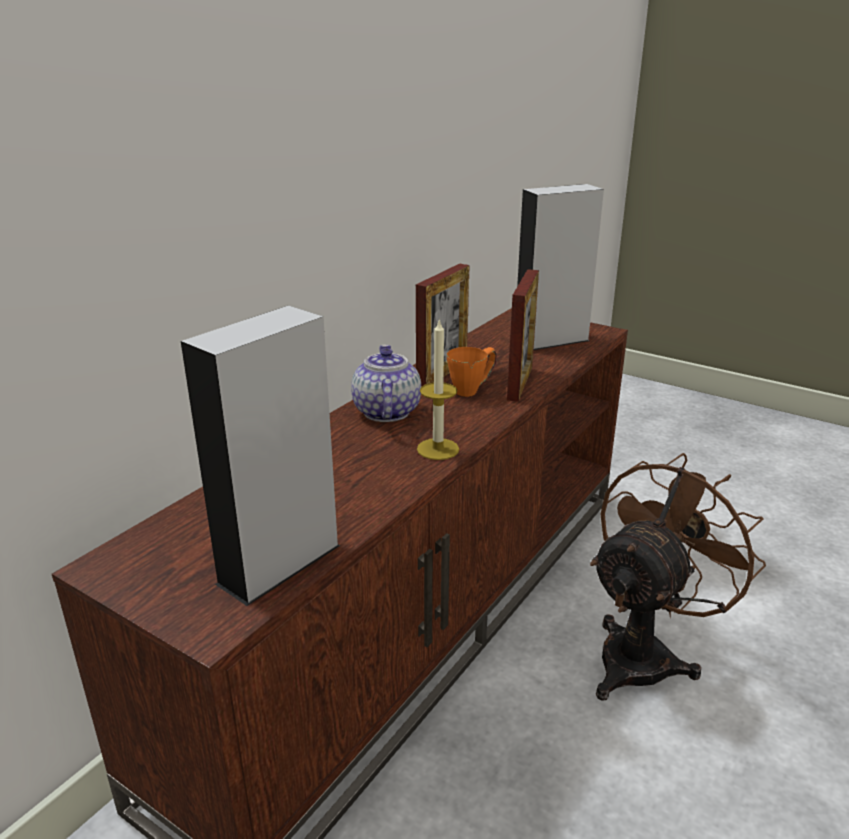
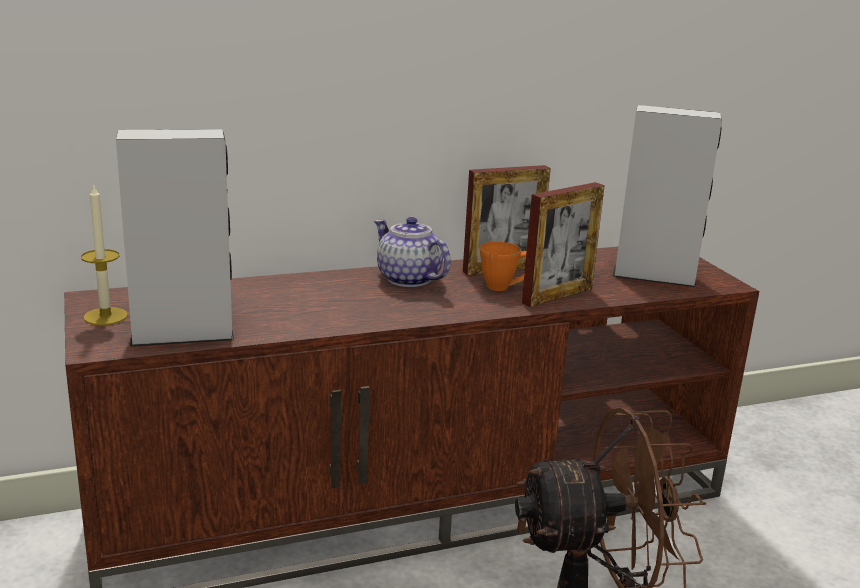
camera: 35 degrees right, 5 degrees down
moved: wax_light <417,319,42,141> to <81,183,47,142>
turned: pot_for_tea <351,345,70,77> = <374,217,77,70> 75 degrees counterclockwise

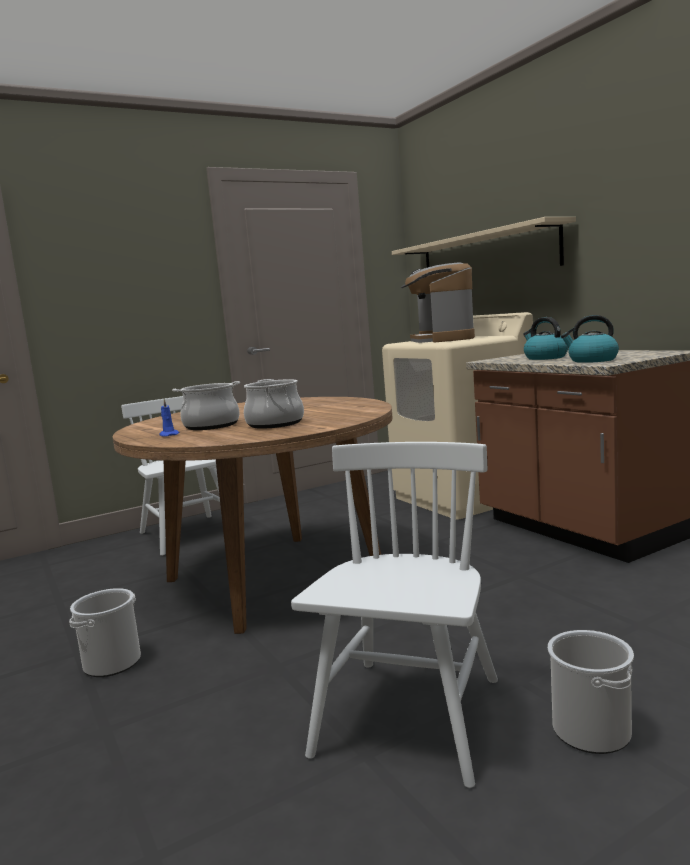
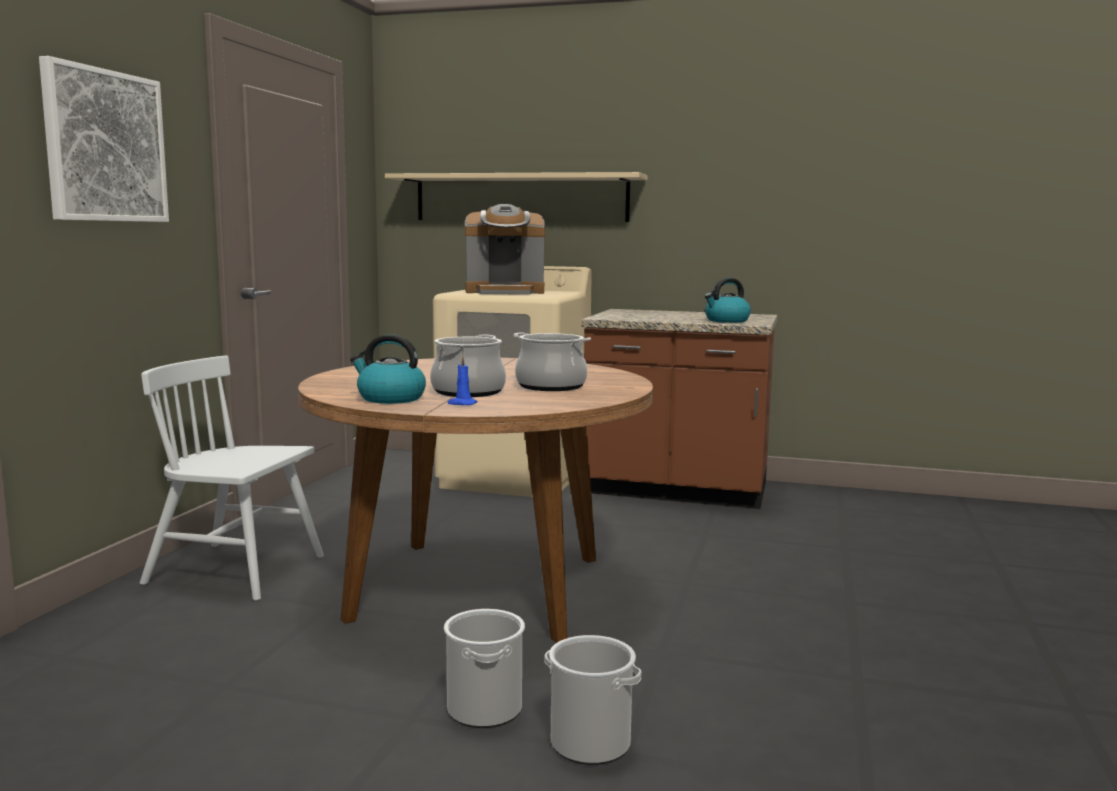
camera: 45 degrees left, 0 degrees up
removed: white-coloured_upright_chair <291,442,207,346>
added: wall_picture <39,56,130,166>
moved: water_kettle <523,317,45,43> to <350,334,76,70>; pail <548,630,86,124> to <545,635,96,130>
turned: coffee_machine <401,262,74,81> = <465,204,80,90> 45 degrees counterclockwise

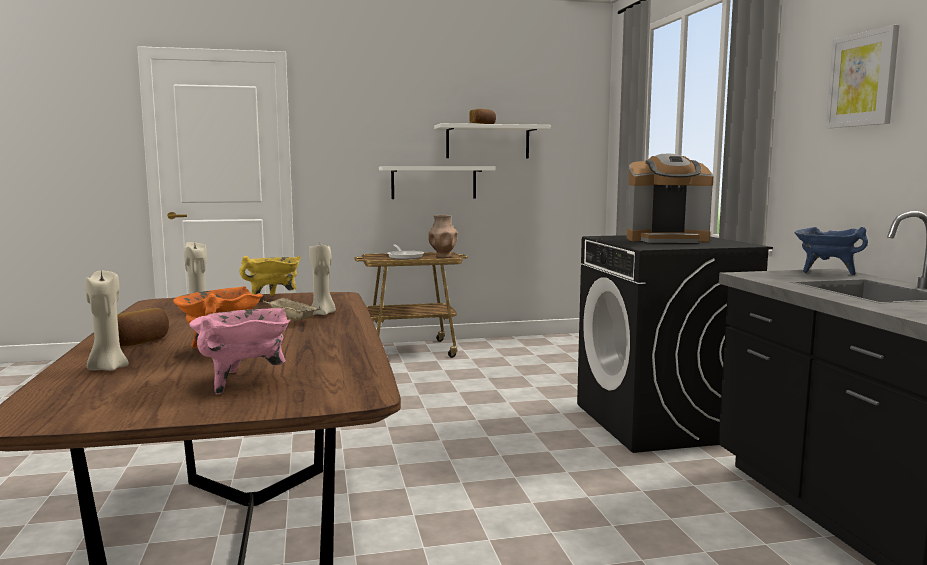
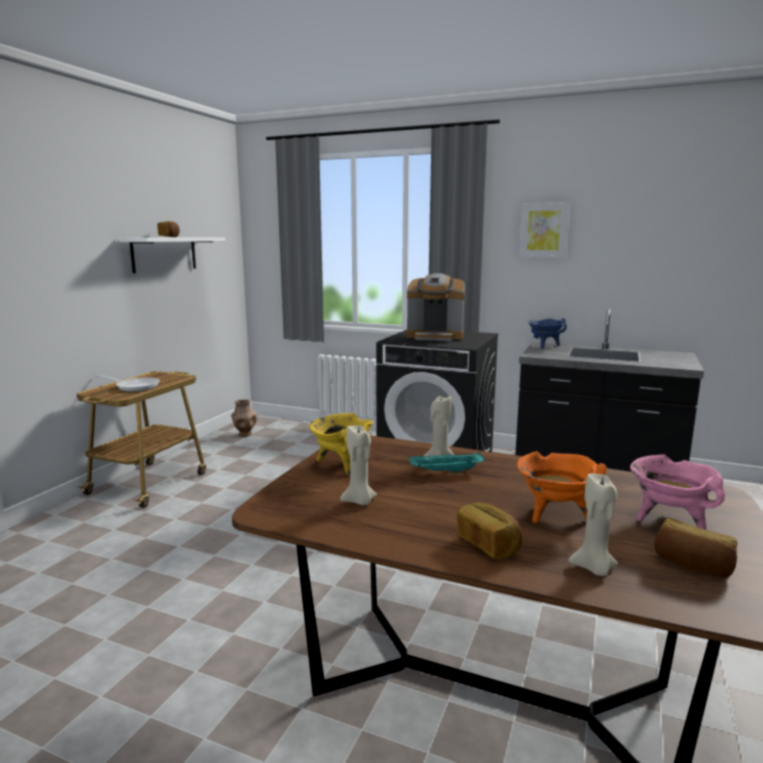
camera: 55 degrees left, 5 degrees up
removed: white-coloured_wall_shelf <379,166,117,33>
added: baked_bread <654,518,83,60>
moved: brownish_decorative_vase <428,215,30,43> to <231,400,26,37>
recoloured: beige_tray <263,297,58,24> to turquoise-coloured_tray <408,452,77,22>
turned: coffee_machine <627,154,87,89> = <407,273,58,68> 60 degrees clockwise

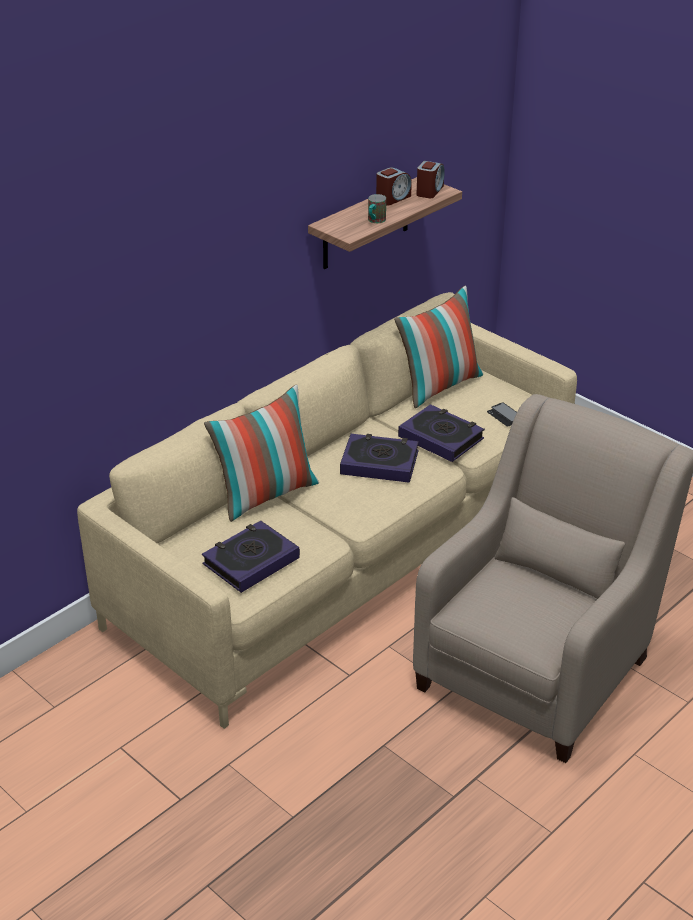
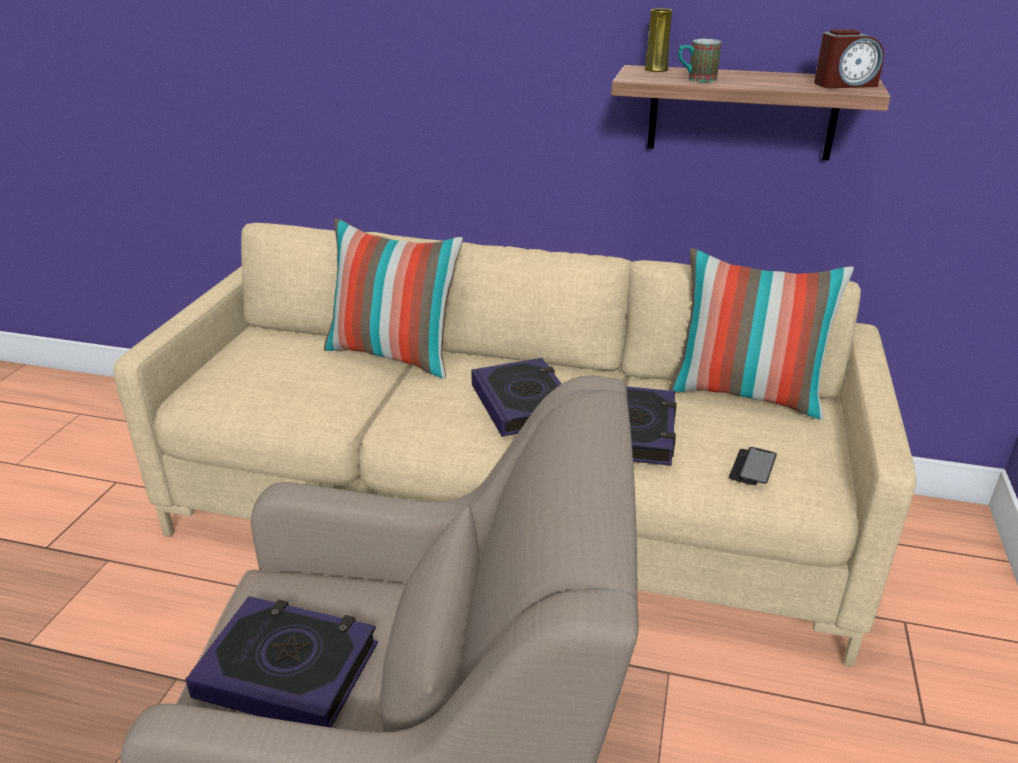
camera: 60 degrees right, 5 degrees down
removed: table_clock <376,167,36,39>
added: yellow-coloured_decorative_vase <644,8,28,64>
moved: bound_book <202,521,98,72> to <185,596,193,132>

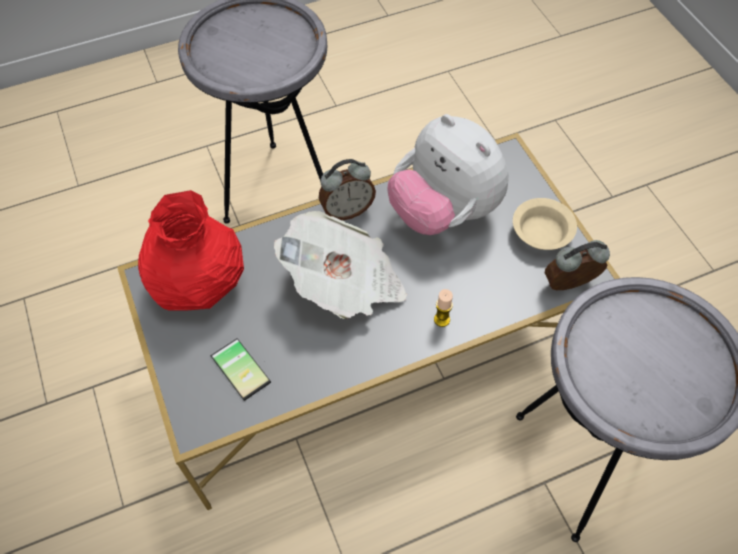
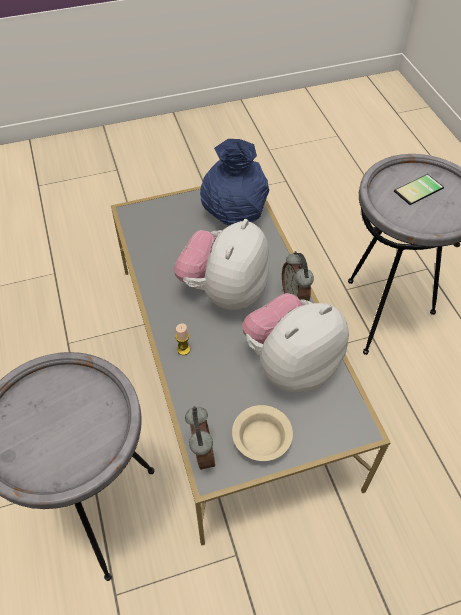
camera: 95 degrees right, 5 degrees down
moved: handset <210,338,61,63> to <394,174,50,31>
replaced: printed_paper <274,211,133,108> to plush_toy <174,219,95,91>
recoloured: red-coloured_decorative_vase <138,190,106,121> to blue-coloured_decorative_vase <200,139,69,87>

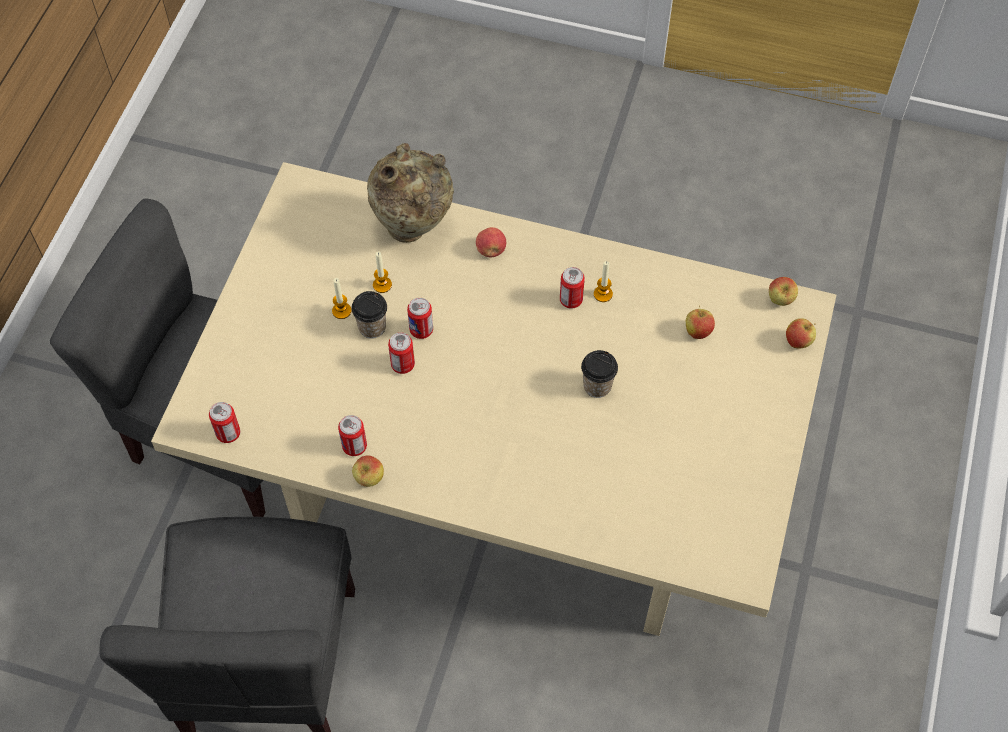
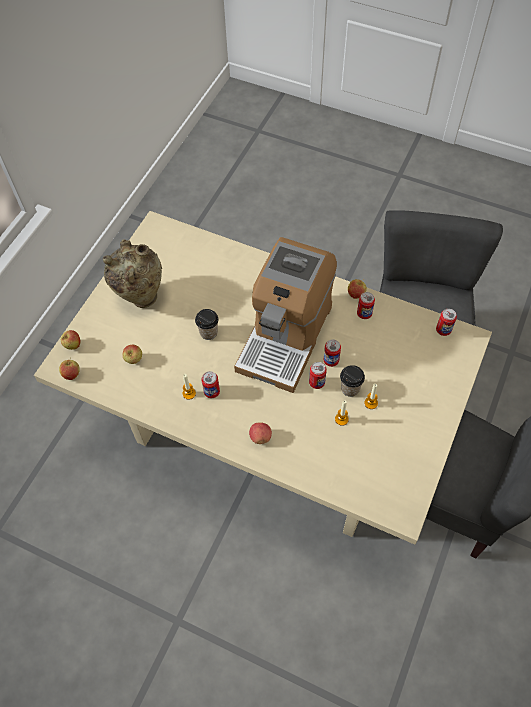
camera: 170 degrees left, 0 degrees up
added: coffee_machine <234,237,103,156>
moved: beige_decorative_vase <367,143,87,100> to <103,239,59,69>

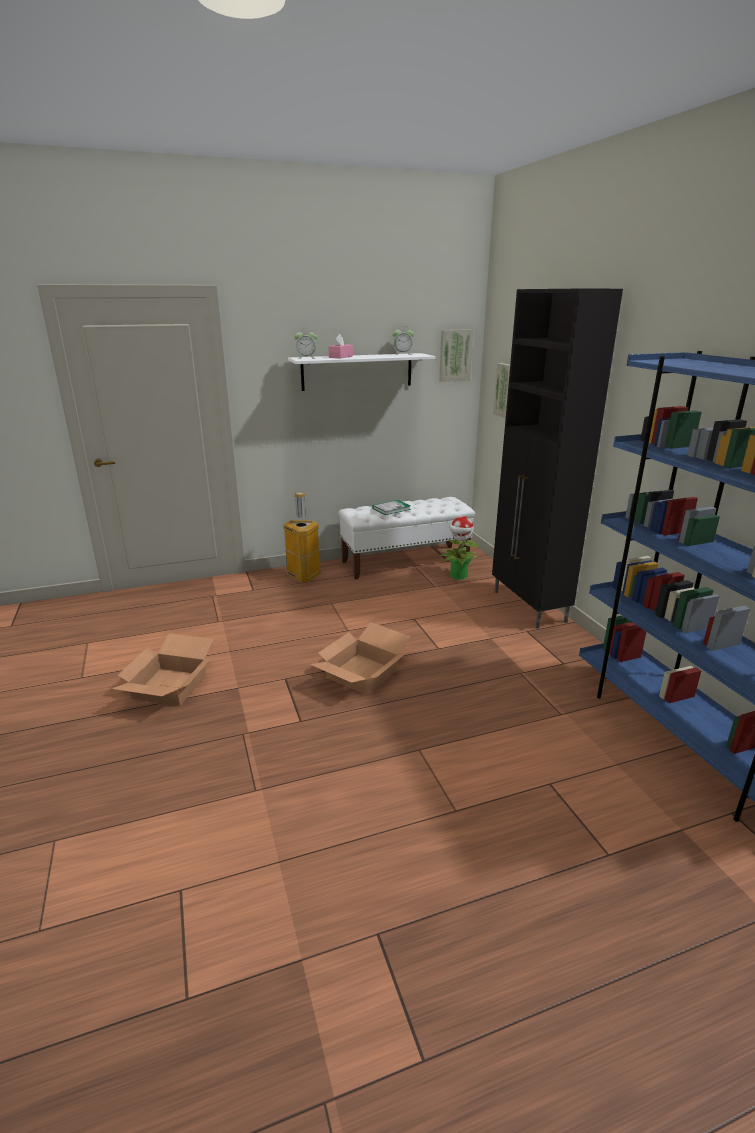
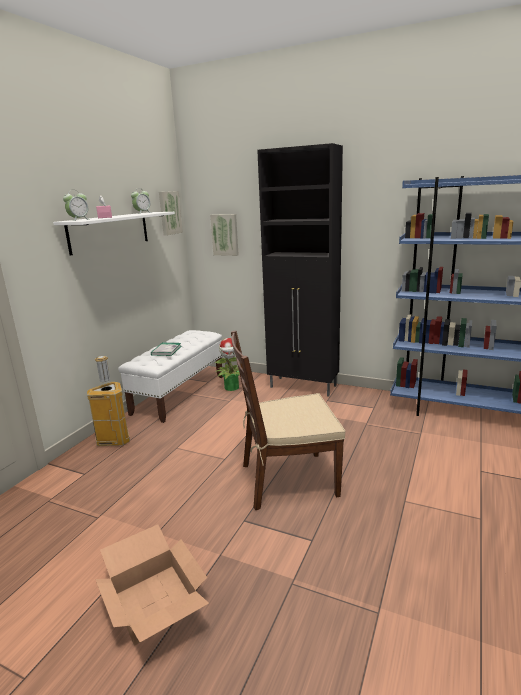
camera: 45 degrees left, 5 degrees down
replaced: packing_box <310,622,101,73> to brownish_upright_chair <231,331,114,179>

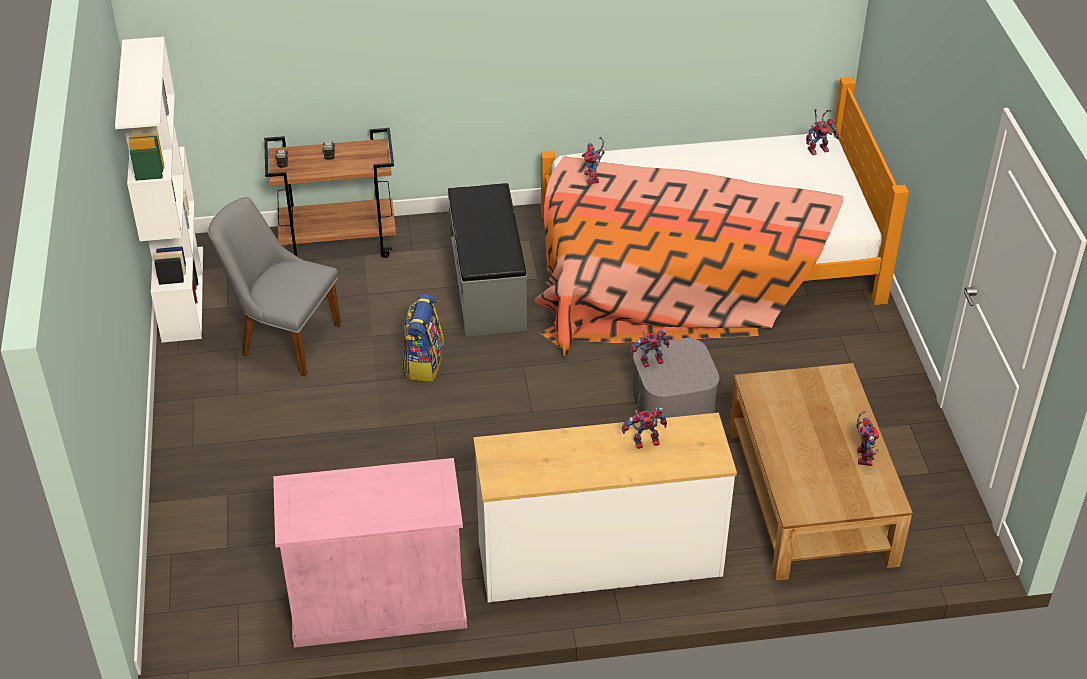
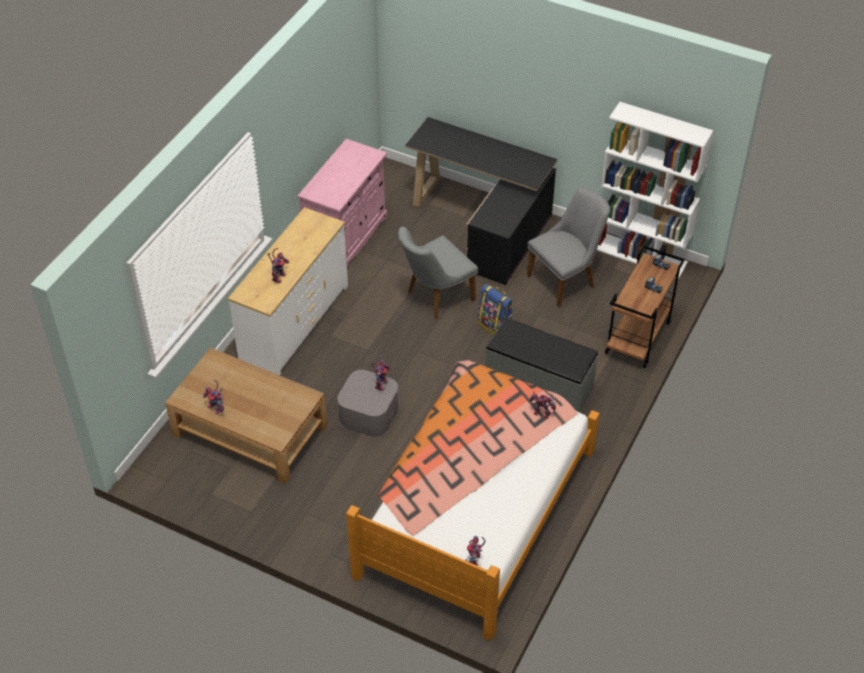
camera: 125 degrees right, 5 degrees up
added: grey_upright_chair <398,227,80,92>; blackish_desk_unit <405,117,152,168>

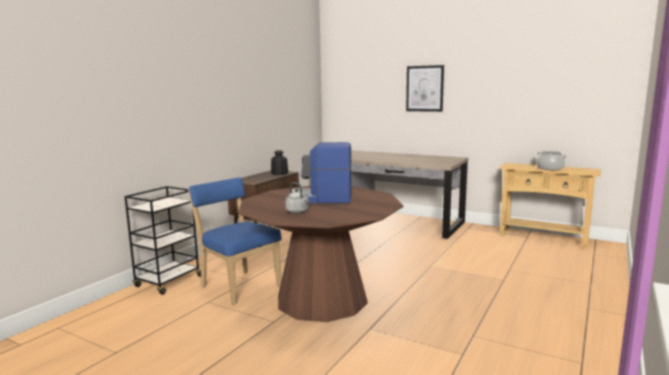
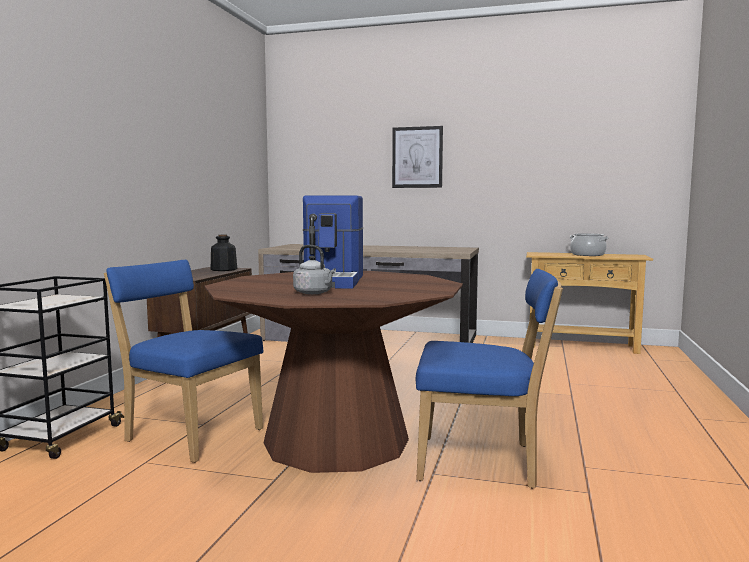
camera: 15 degrees left, 5 degrees down
added: blue-coloured_upright_chair <416,269,147,219>
turned: coffee_machine <287,142,65,61> = <303,195,60,94> 75 degrees counterclockwise

